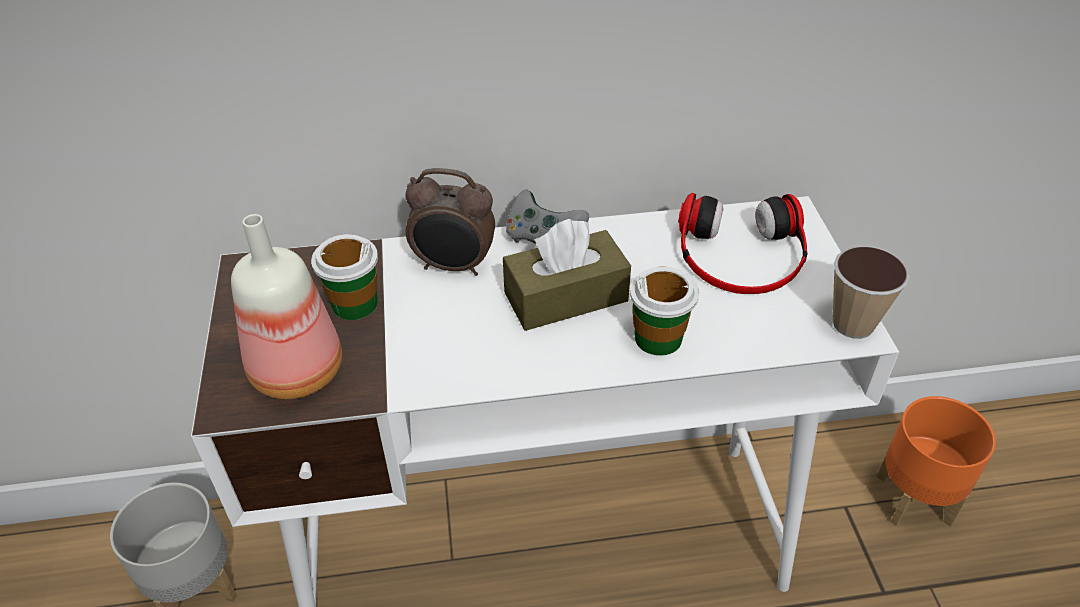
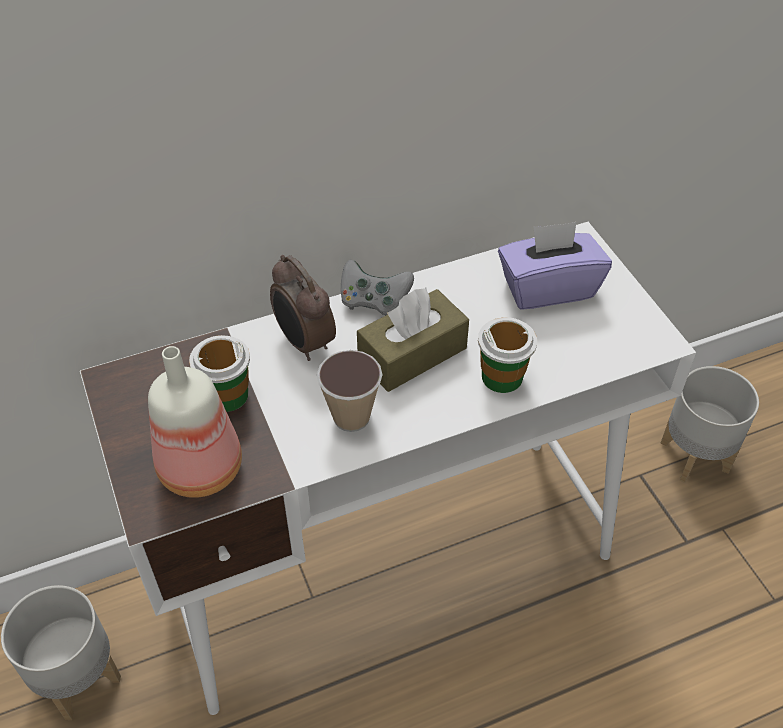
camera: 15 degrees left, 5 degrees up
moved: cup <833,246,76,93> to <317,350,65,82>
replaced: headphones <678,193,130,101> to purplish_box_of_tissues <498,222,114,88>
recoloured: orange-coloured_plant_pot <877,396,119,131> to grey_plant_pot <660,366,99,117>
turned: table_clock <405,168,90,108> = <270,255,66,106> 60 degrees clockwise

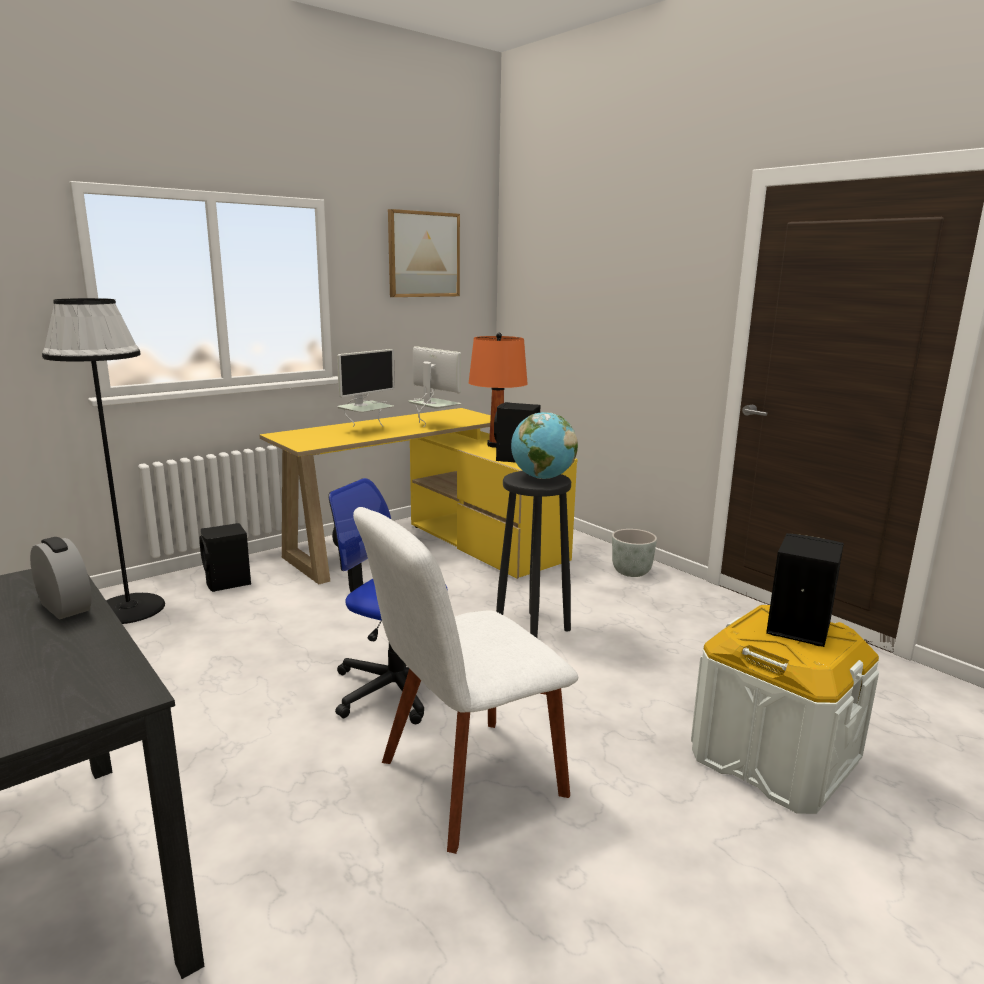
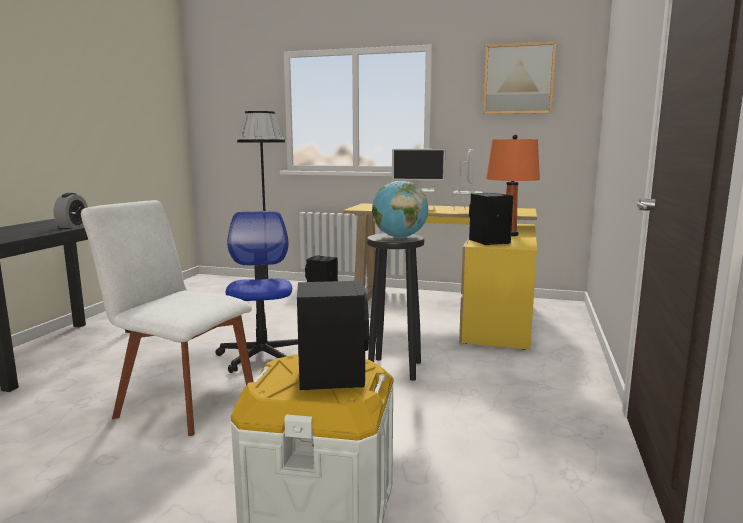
camera: 55 degrees right, 5 degrees down
removed: grey_plant_pot <612,529,45,48>

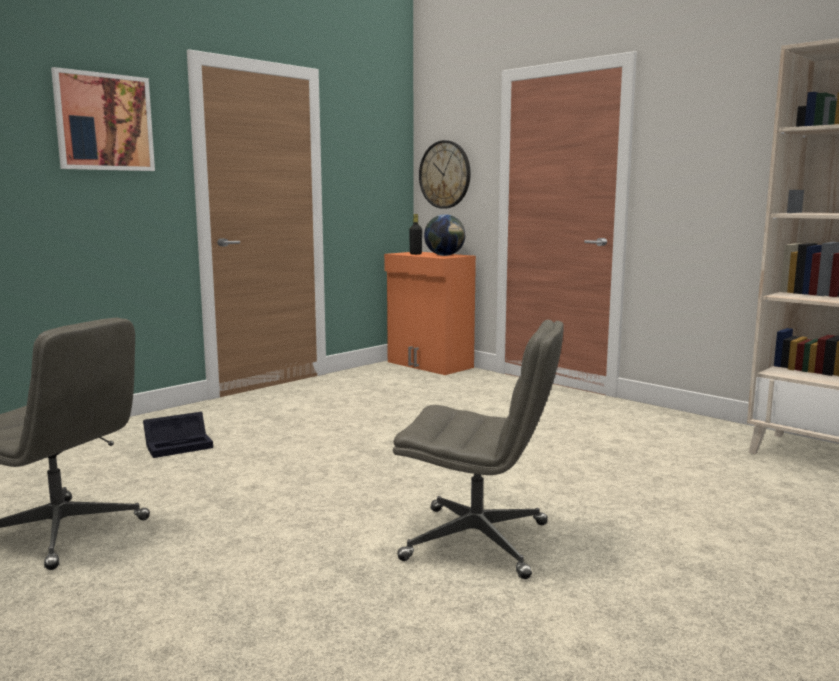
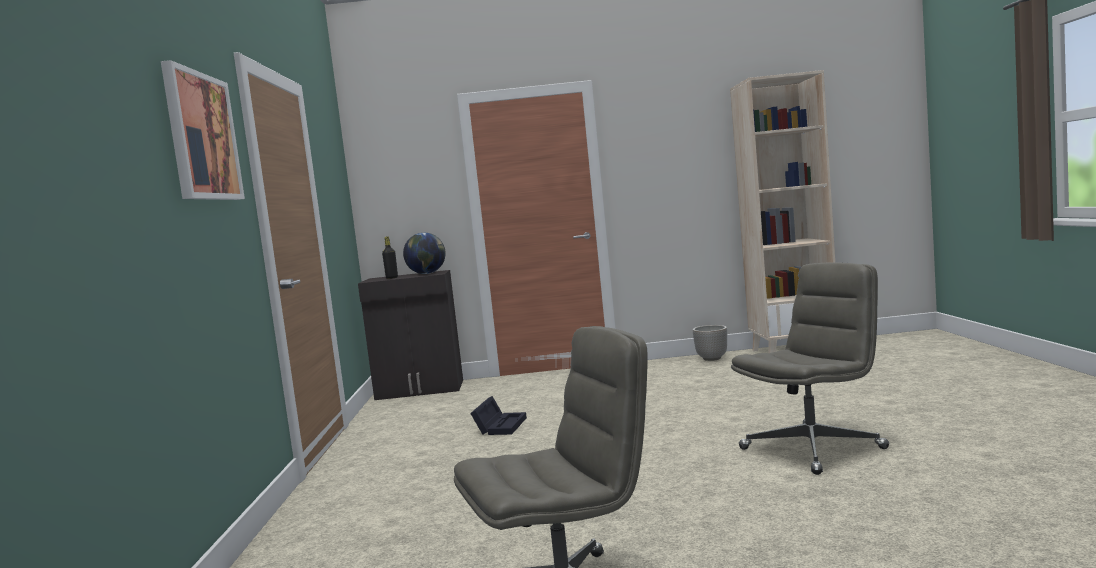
camera: 45 degrees left, 5 degrees down
removed: hanging_clock <419,140,52,69>
added: plant_pot <693,325,34,36>
moved: blackish_storage_bin <143,412,70,46> to <470,396,57,39>
recoloured: orange-coloured_cupboard <384,252,92,123> to blackish_cupboard <358,270,105,130>

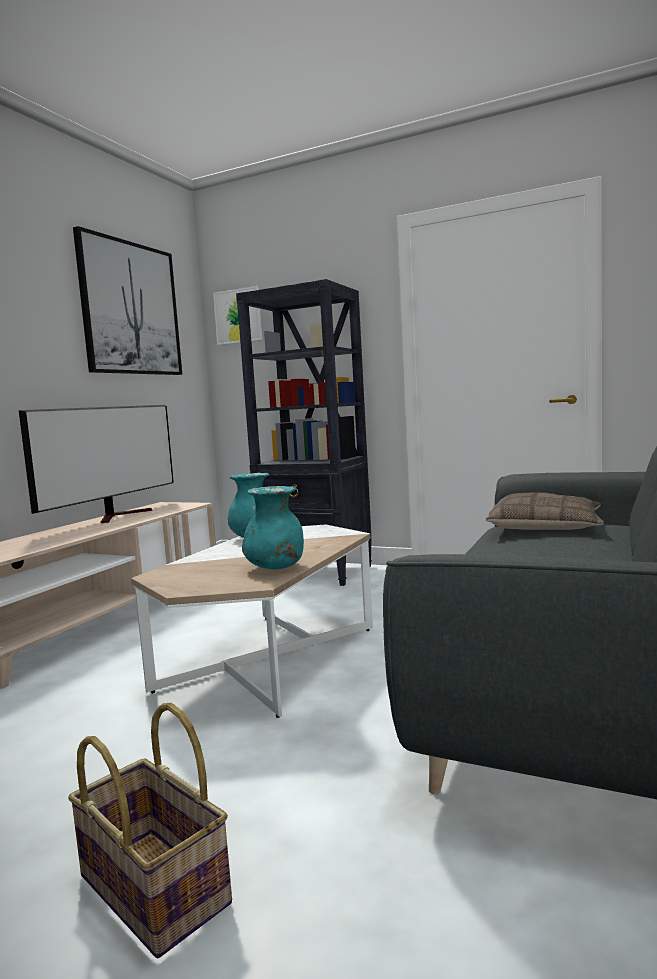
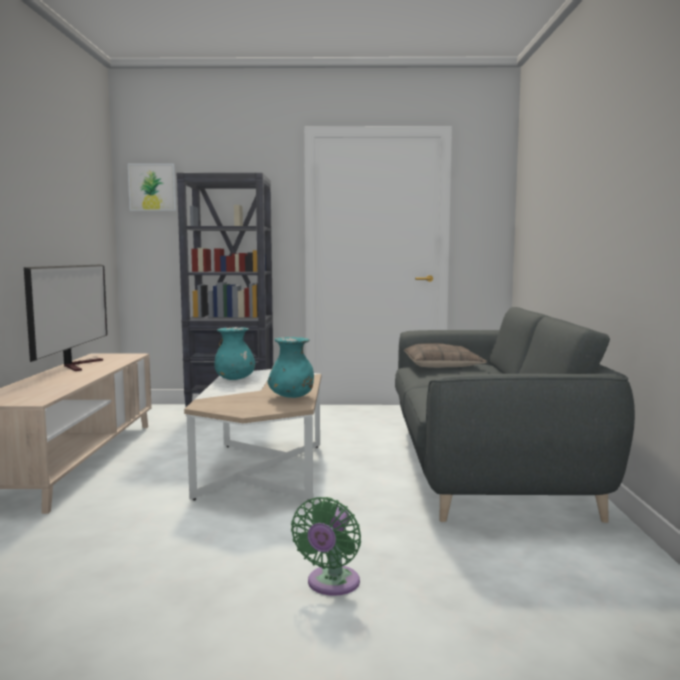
camera: 25 degrees left, 0 degrees up
removed: wall_picture <73,226,109,149>
replaced: basket <68,703,164,255> to green-coloured_cooling_fan <291,497,70,99>

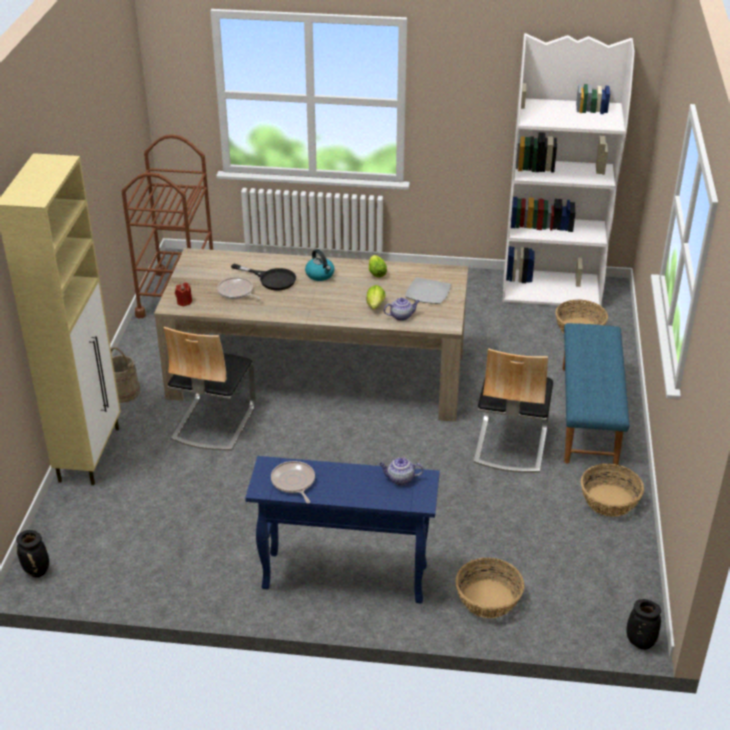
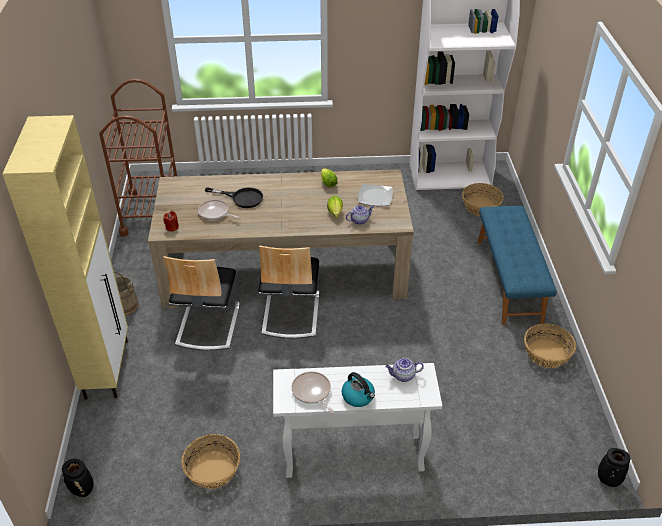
camera: 10 degrees left, 5 degrees up
moved: water_kettle <305,249,30,32> to <342,372,33,35>; basket <456,557,68,61> to <181,434,59,55>; upright_chair <474,348,79,125> to <258,245,61,94>
recoloured: blue-coloured_hall_table <245,456,195,147> to white-coloured_hall_table <273,363,169,115>

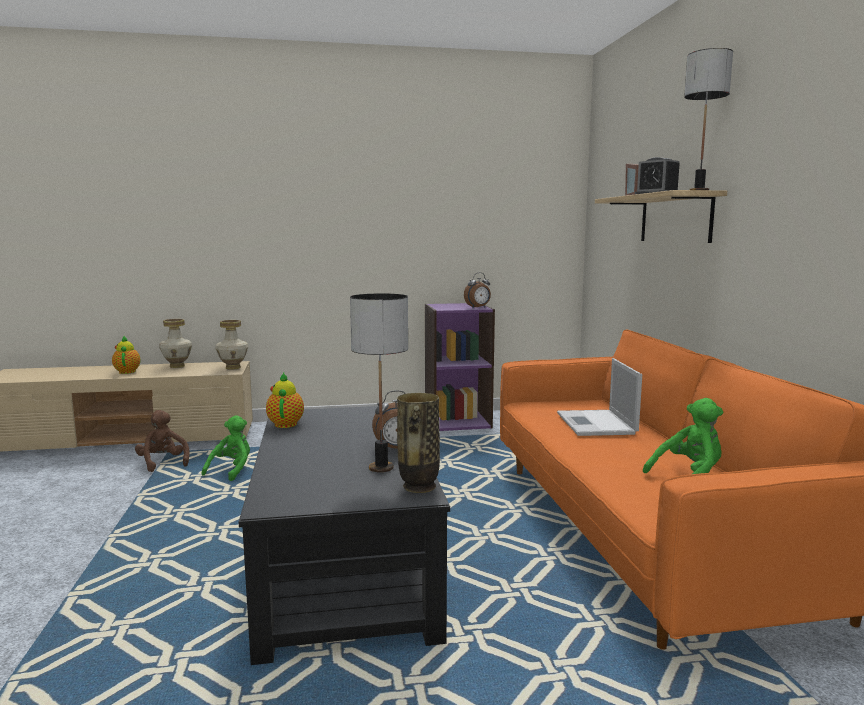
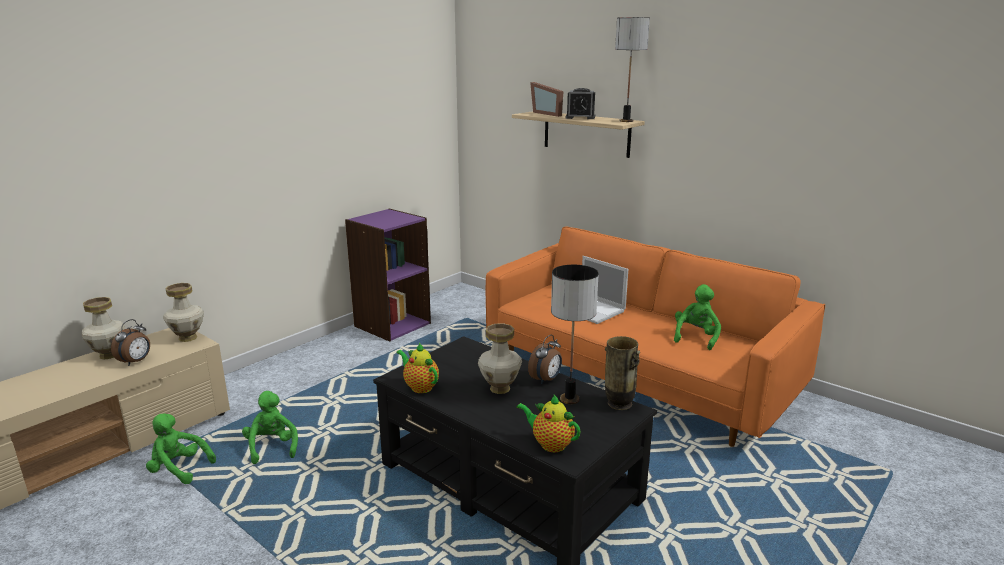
camera: 40 degrees left, 10 degrees up
added: decorative_vase <478,323,44,71>
moved: pot_for_tea <112,335,28,39> to <516,395,65,57>; table_clock <464,272,27,36> to <111,319,39,47>
recoloured: brownish_plush_toy <135,410,55,62> to green-coloured_plush_toy <146,413,70,71>

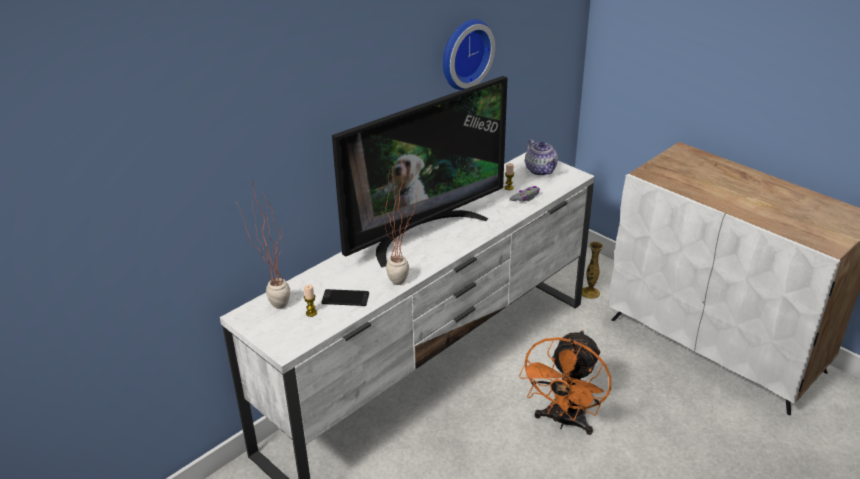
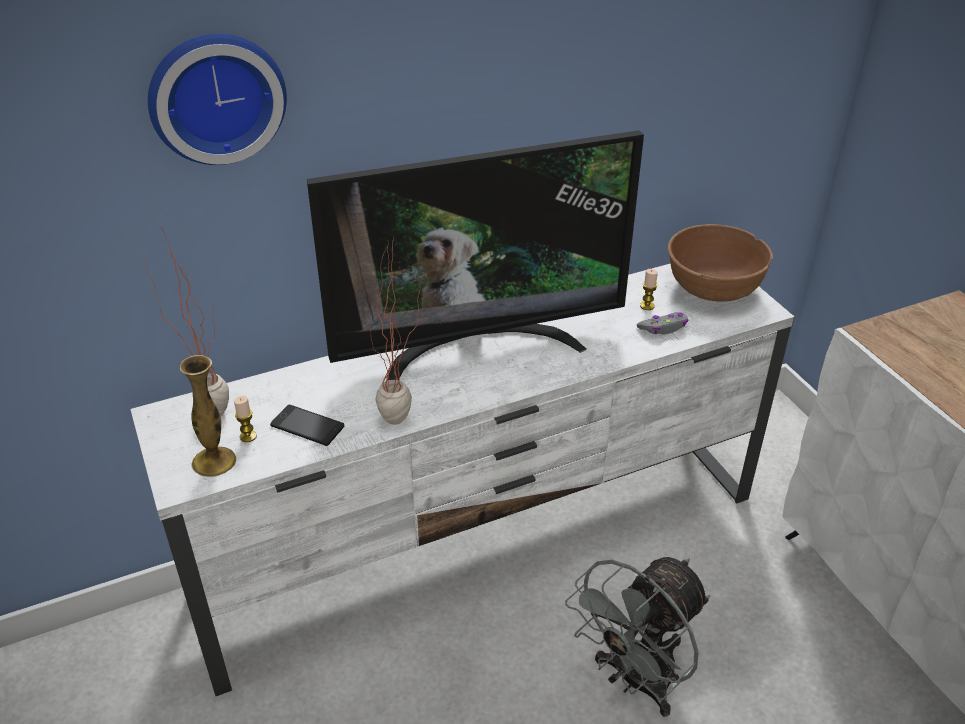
camera: 20 degrees right, 5 degrees up
moved: hanging_clock <443,19,52,71> to <148,34,139,131>; decorative_vase <582,242,22,57> to <180,355,56,122>
replaced: pot_for_tea <525,139,33,37> to brownish_bowl <668,224,105,78>
recoloured: orange-coloured_cooling_fan <519,330,92,105> to grey_cooling_fan <565,557,145,160>

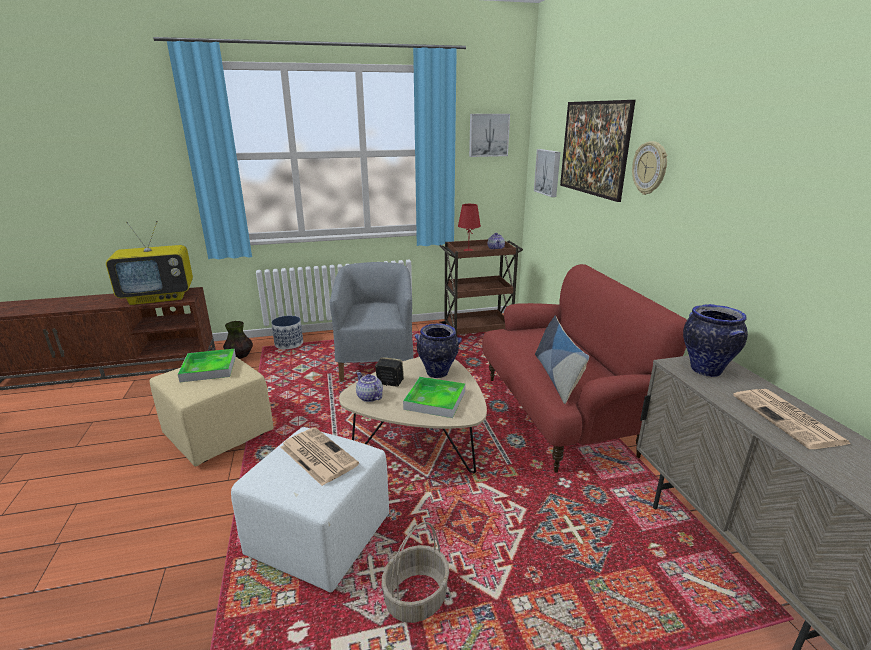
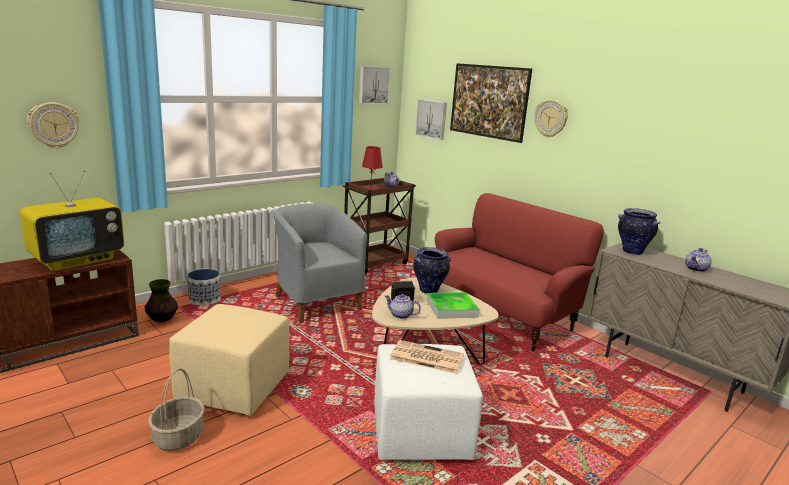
camera: 30 degrees left, 5 degrees down
removed: tray <178,349,58,33>; pillow <535,316,54,88>
added: hanging_clock <27,102,52,46>
moved: basket <382,522,67,101> to <148,368,57,83>
replaced: printed_paper <733,389,118,60> to pot_for_tea <685,248,27,24>

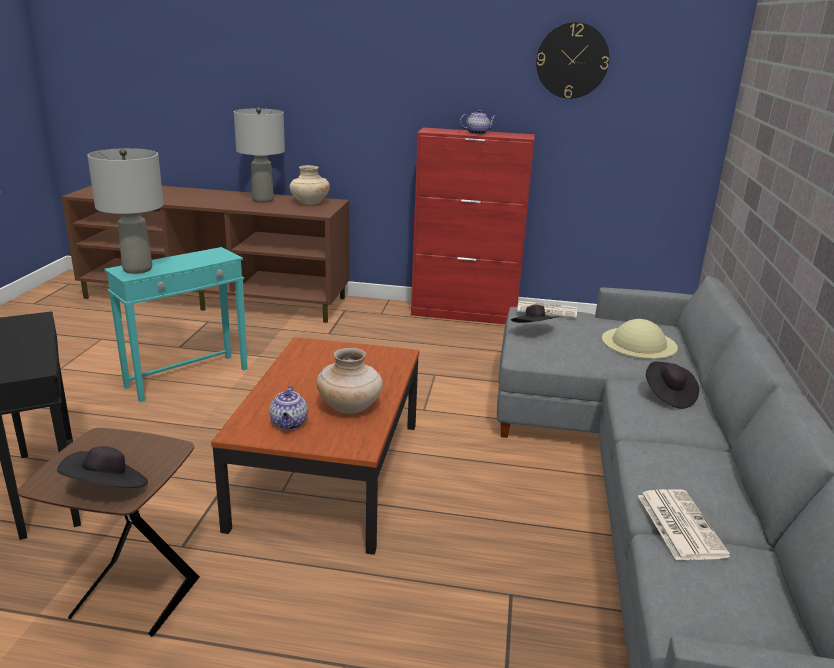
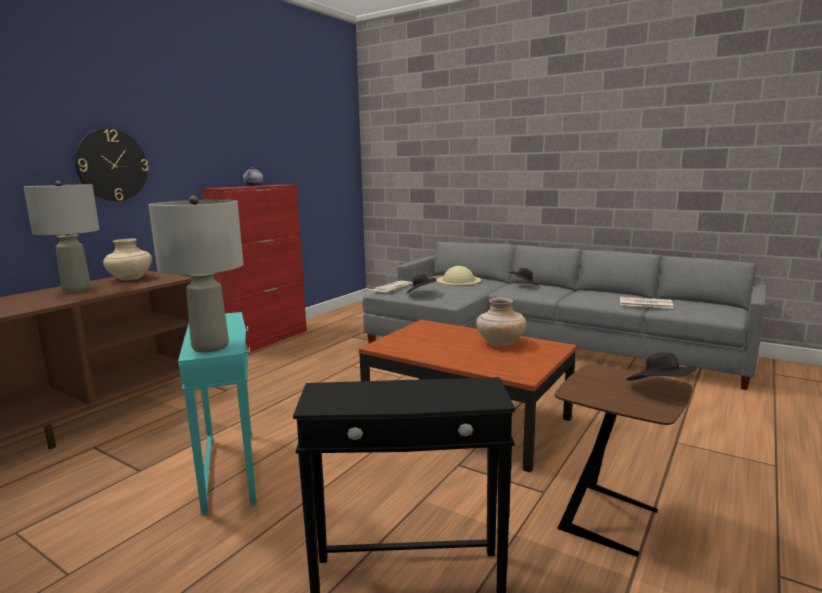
camera: 65 degrees left, 10 degrees down
removed: pot_for_tea <269,386,39,44>
moved: hanging_clock <536,22,73,77> to <75,128,74,73>

